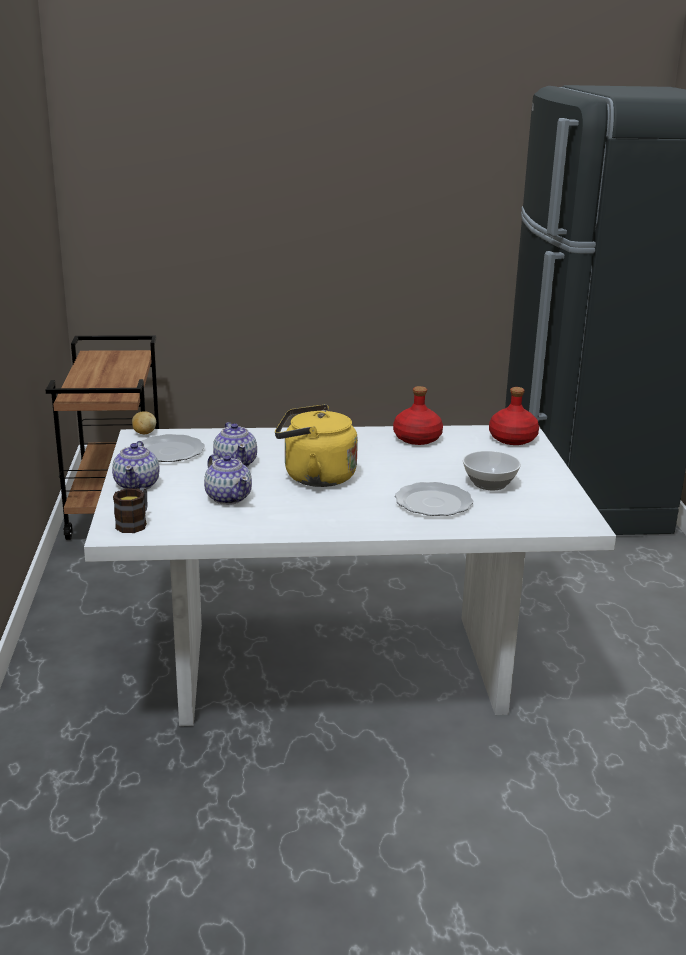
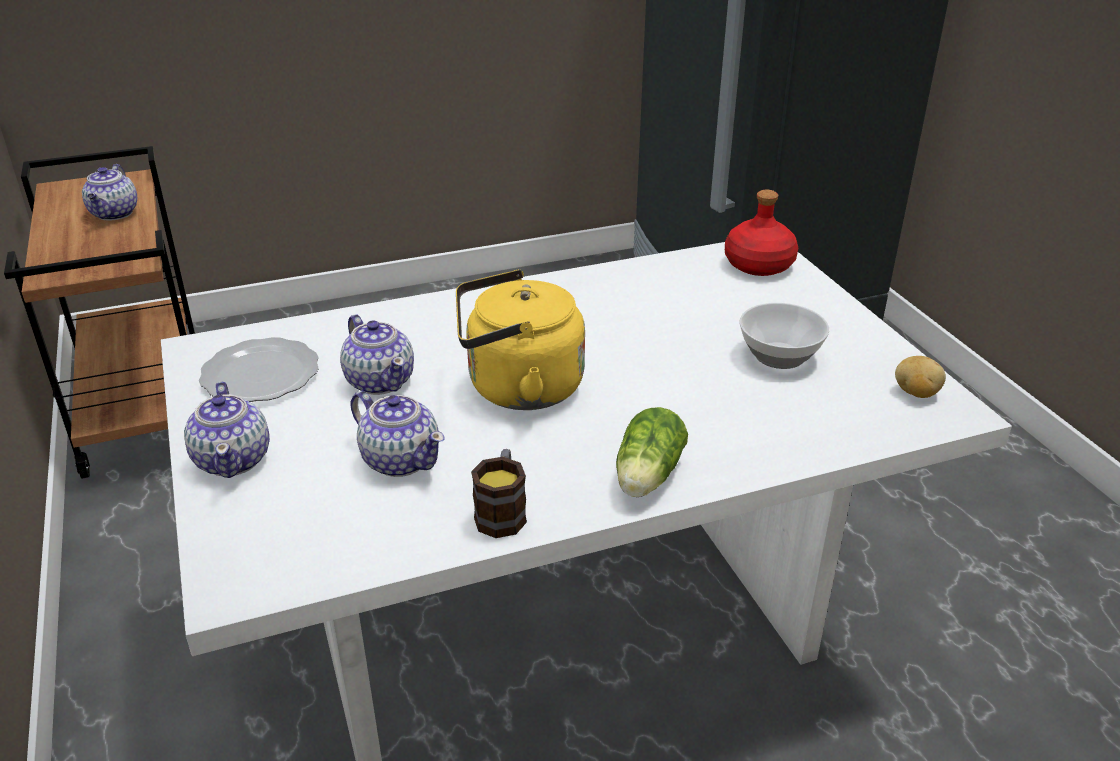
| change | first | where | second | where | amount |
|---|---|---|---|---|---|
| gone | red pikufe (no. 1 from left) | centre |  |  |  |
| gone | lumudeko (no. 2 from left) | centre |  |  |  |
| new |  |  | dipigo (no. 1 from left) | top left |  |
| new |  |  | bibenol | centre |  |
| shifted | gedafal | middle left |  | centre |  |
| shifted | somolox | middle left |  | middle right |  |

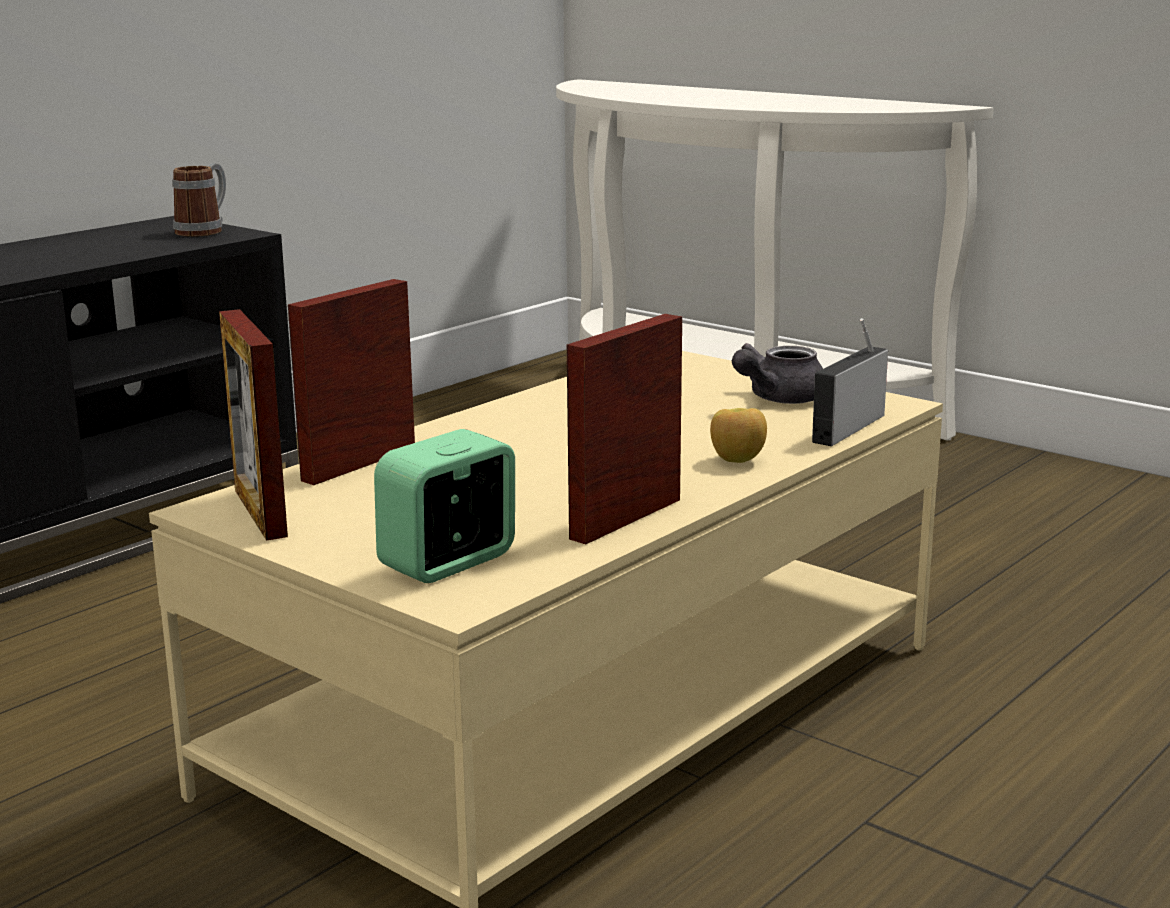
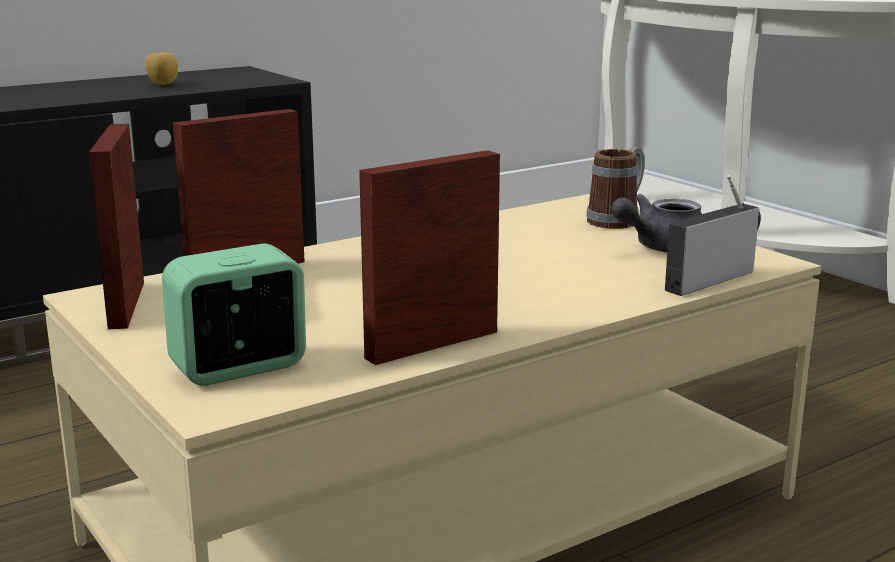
| change | first | where | second | where | amount |
|---|---|---|---|---|---|
| shifted | gedafal | top left |  | middle right |  |
| shifted | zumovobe | centre |  | top left |  |

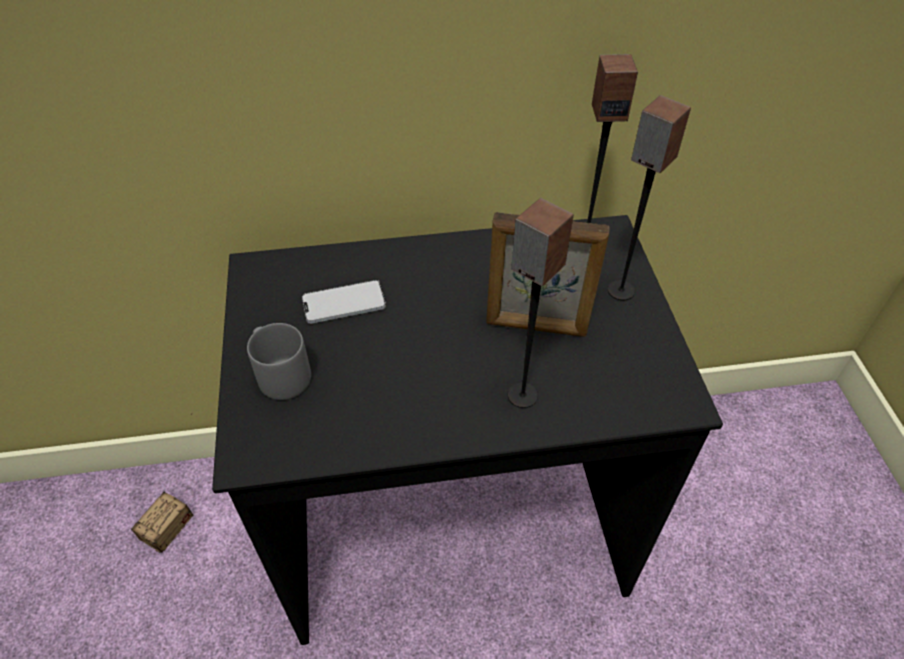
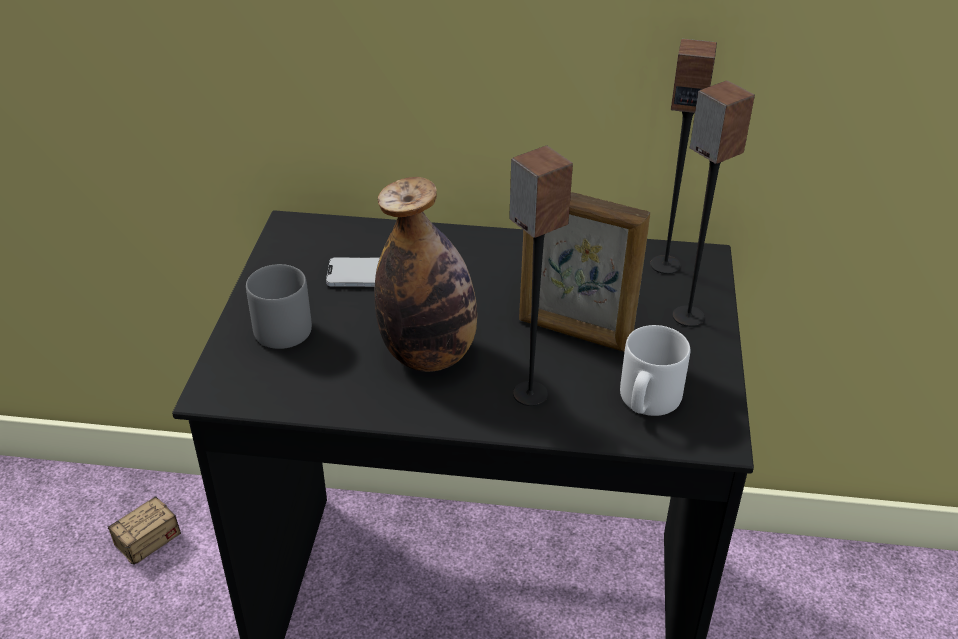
| change | first | where | second | where | amount |
|---|---|---|---|---|---|
| new |  |  | pikufe | centre |  |
| new |  |  | grey gedafal (no. 2 from left) | middle right |  |

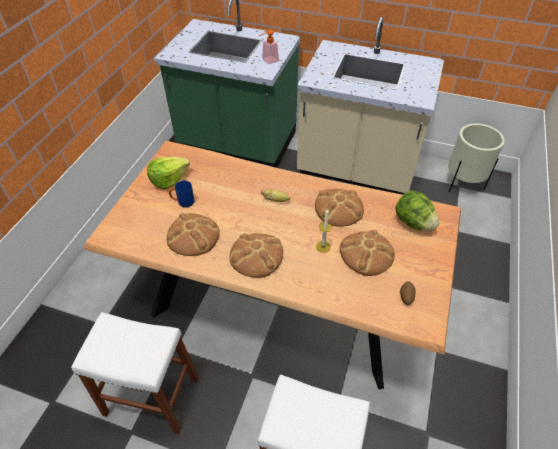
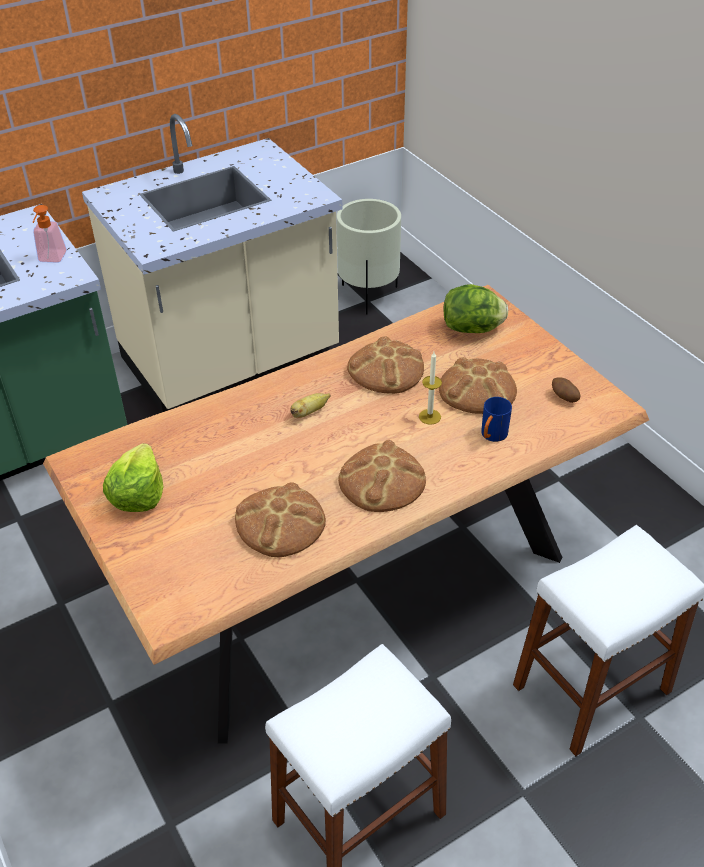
| change | first | where | second | where | amount |
|---|---|---|---|---|---|
| shifted | blue gedafal | middle left |  | middle right |  |

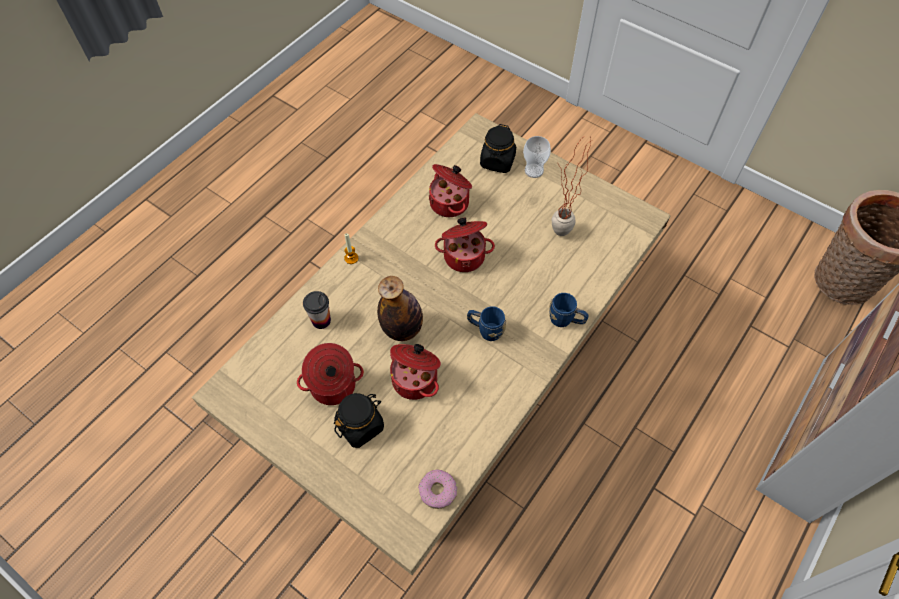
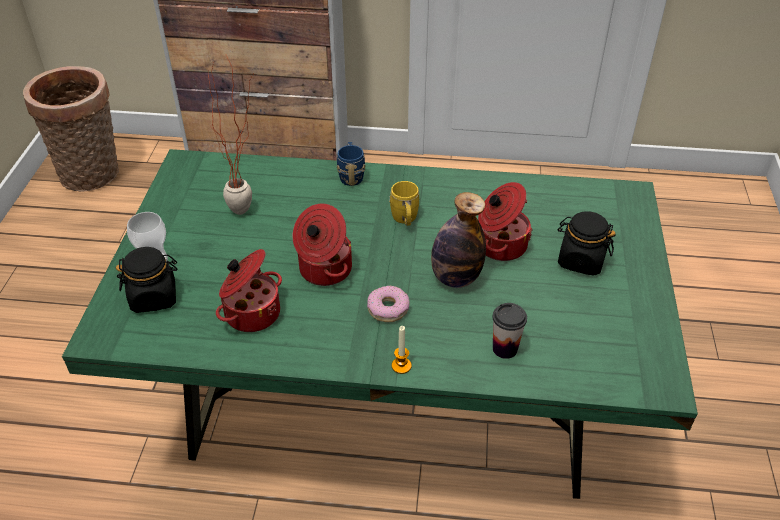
| change | first | where | second | where | amount |
|---|---|---|---|---|---|
| gone | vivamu (no. 1 from left) | centre |  |  |  |
| shifted | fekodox | bottom centre |  | centre |  |
| repainted | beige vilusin | centre | green vilusin | centre |  |
| repainted | blue gedafal (no. 1 from left) | centre | yellow gedafal | centre |  |

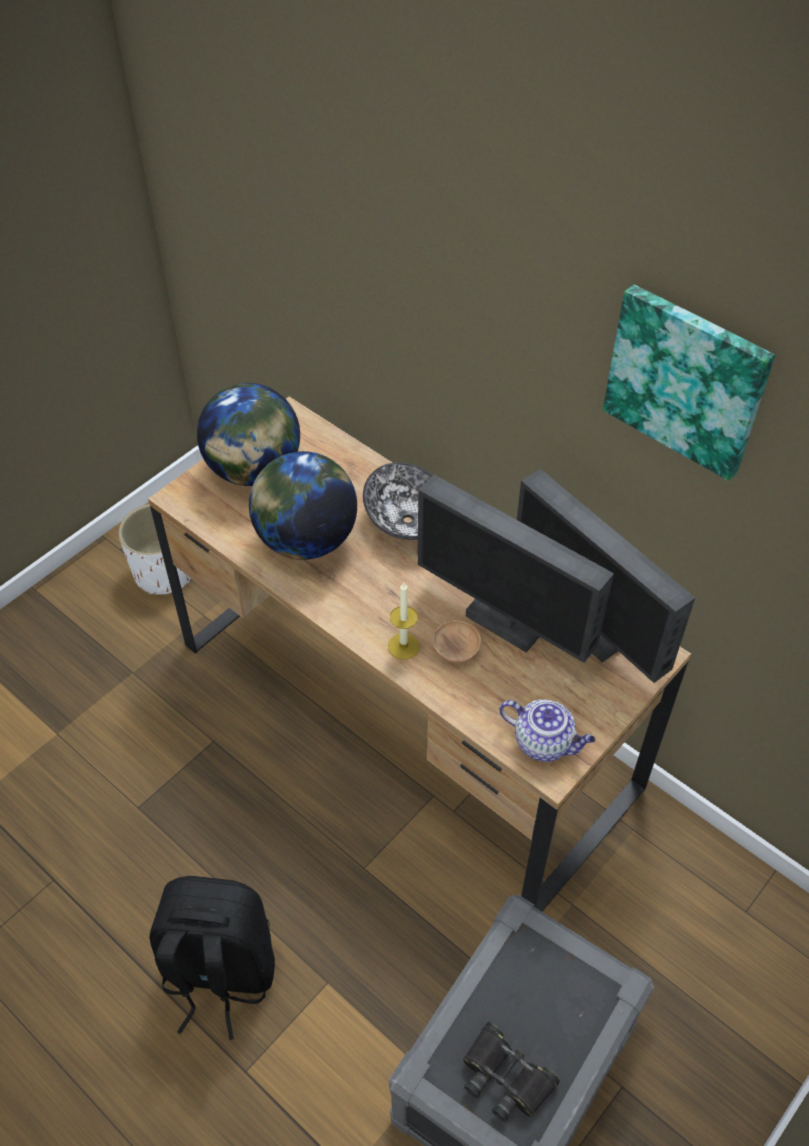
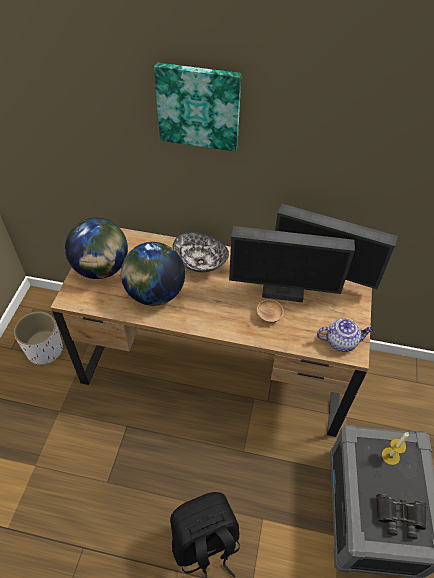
| change | first | where | second | where | amount |
|---|---|---|---|---|---|
| shifted | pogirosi | centre |  | bottom right |  |
| shifted | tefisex | middle right |  | top centre |  |

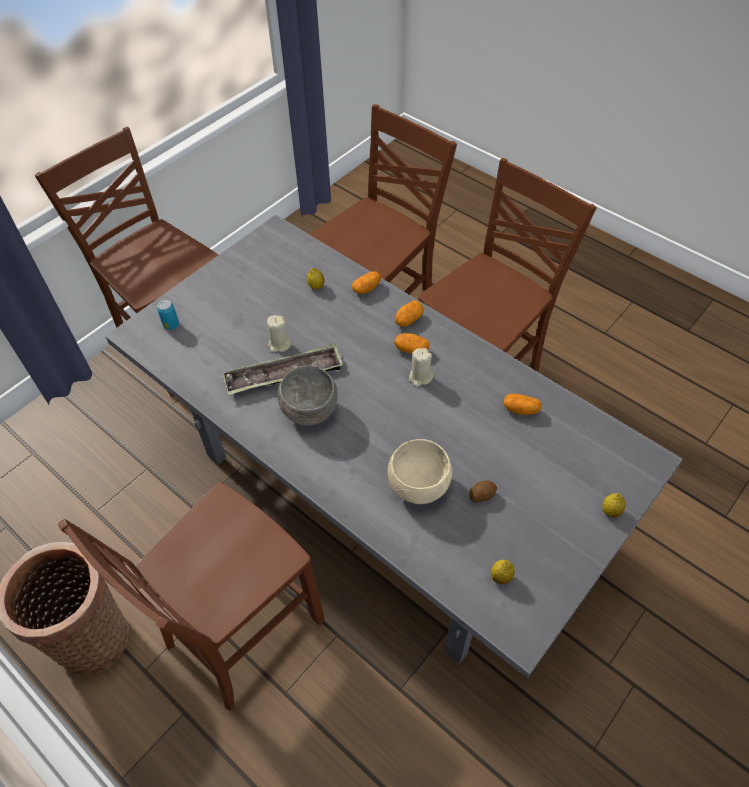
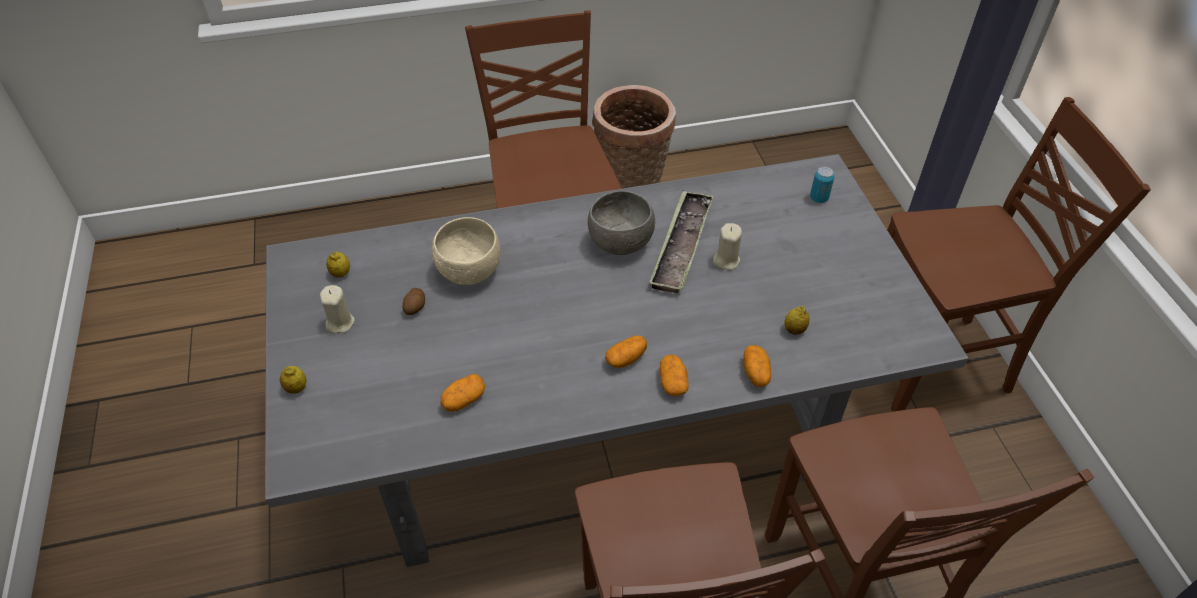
| change | first | where | second | where | amount |
|---|---|---|---|---|---|
| shifted | beige pogirosi (no. 2 from left in the first image) | centre | beige pogirosi (no. 1 from left) | middle left |  |

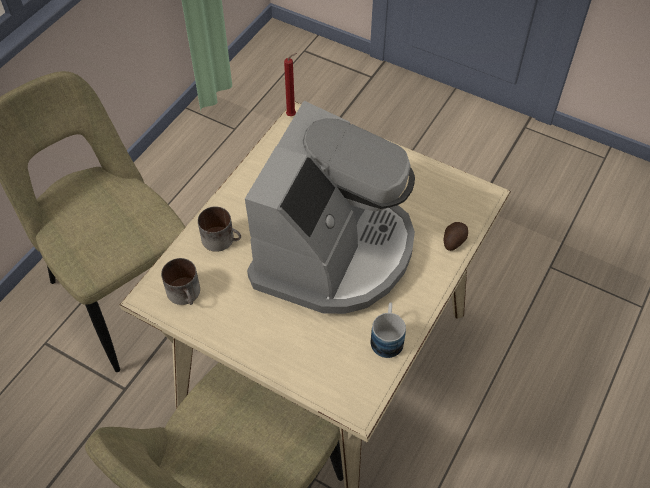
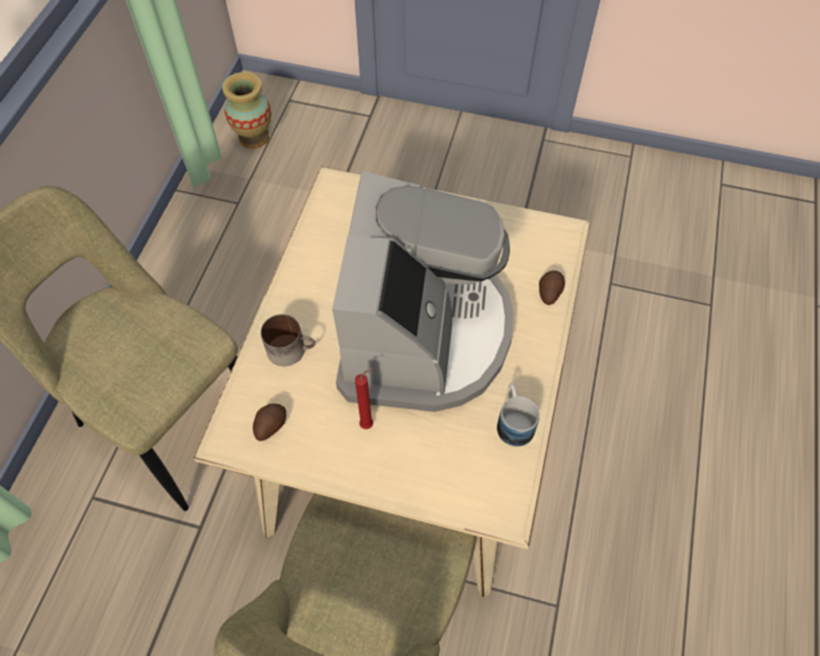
| change | first | where | second | where | amount |
|---|---|---|---|---|---|
| new |  |  | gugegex | top left |  |
| shifted | red pogirosi | top centre |  | centre |  |
| swapped | gedafal (no. 1 from left) | middle left | somolox (no. 1 from left) | middle left |  |

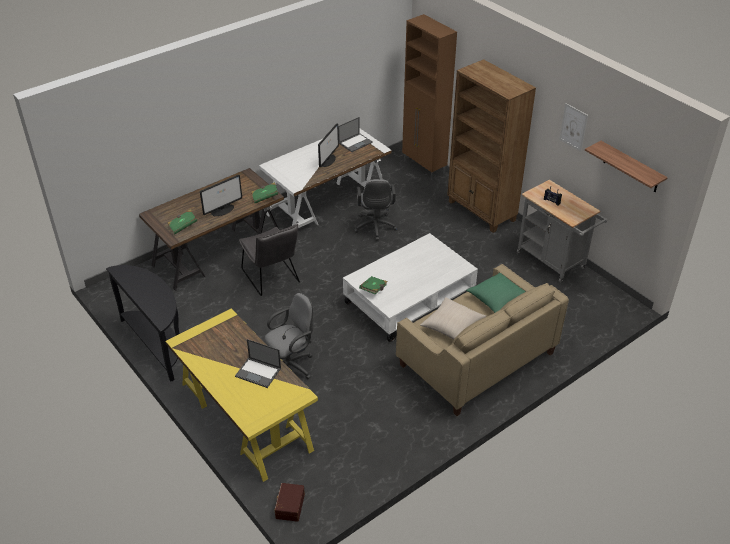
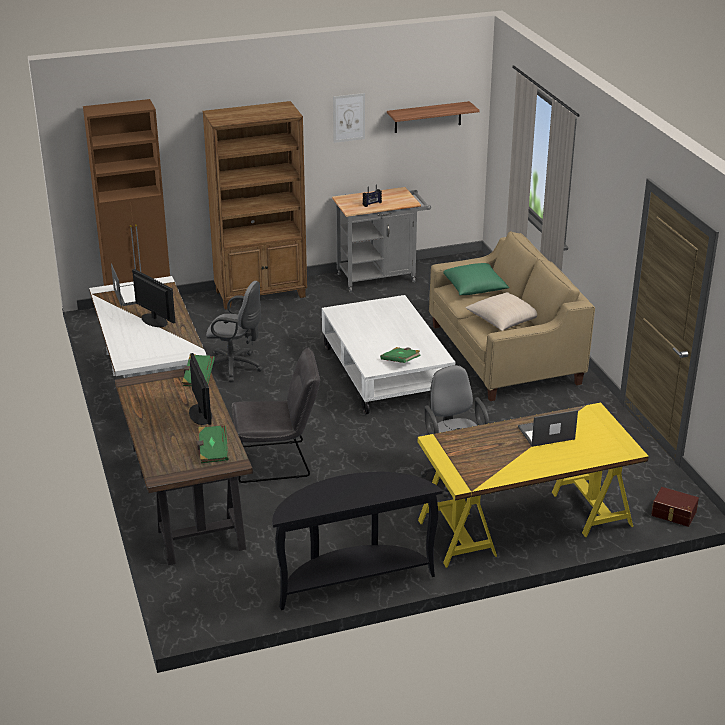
| change | first | where | second | where | amount |
|---|---|---|---|---|---|
| rotated | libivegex (no. 1 from left in the first image) | bottom centre | libivegex (no. 2 from left) | middle right | 150 degrees counterclockwise |

